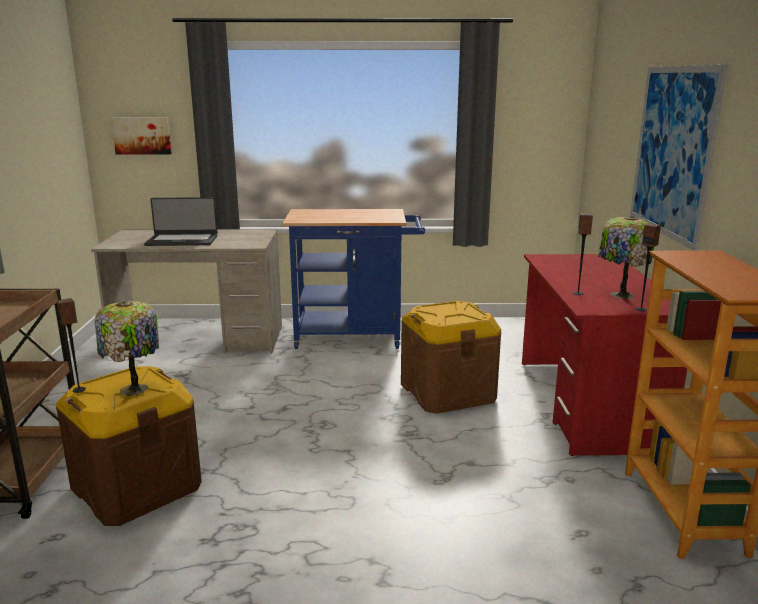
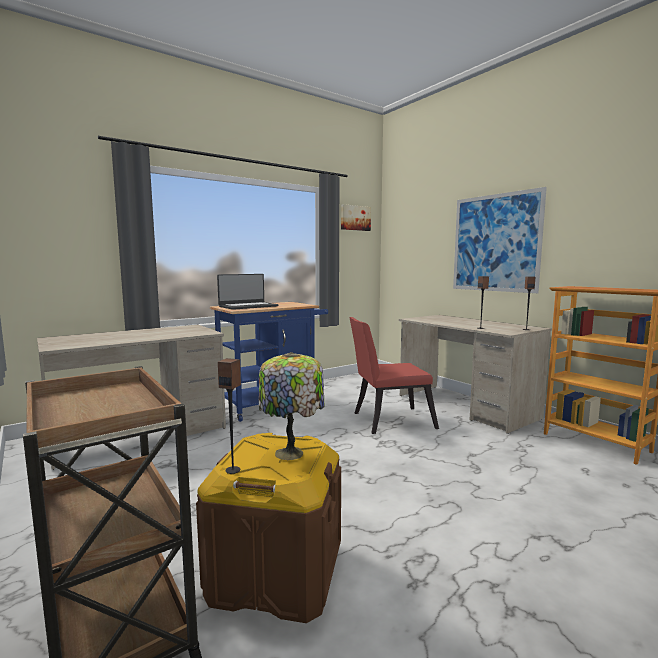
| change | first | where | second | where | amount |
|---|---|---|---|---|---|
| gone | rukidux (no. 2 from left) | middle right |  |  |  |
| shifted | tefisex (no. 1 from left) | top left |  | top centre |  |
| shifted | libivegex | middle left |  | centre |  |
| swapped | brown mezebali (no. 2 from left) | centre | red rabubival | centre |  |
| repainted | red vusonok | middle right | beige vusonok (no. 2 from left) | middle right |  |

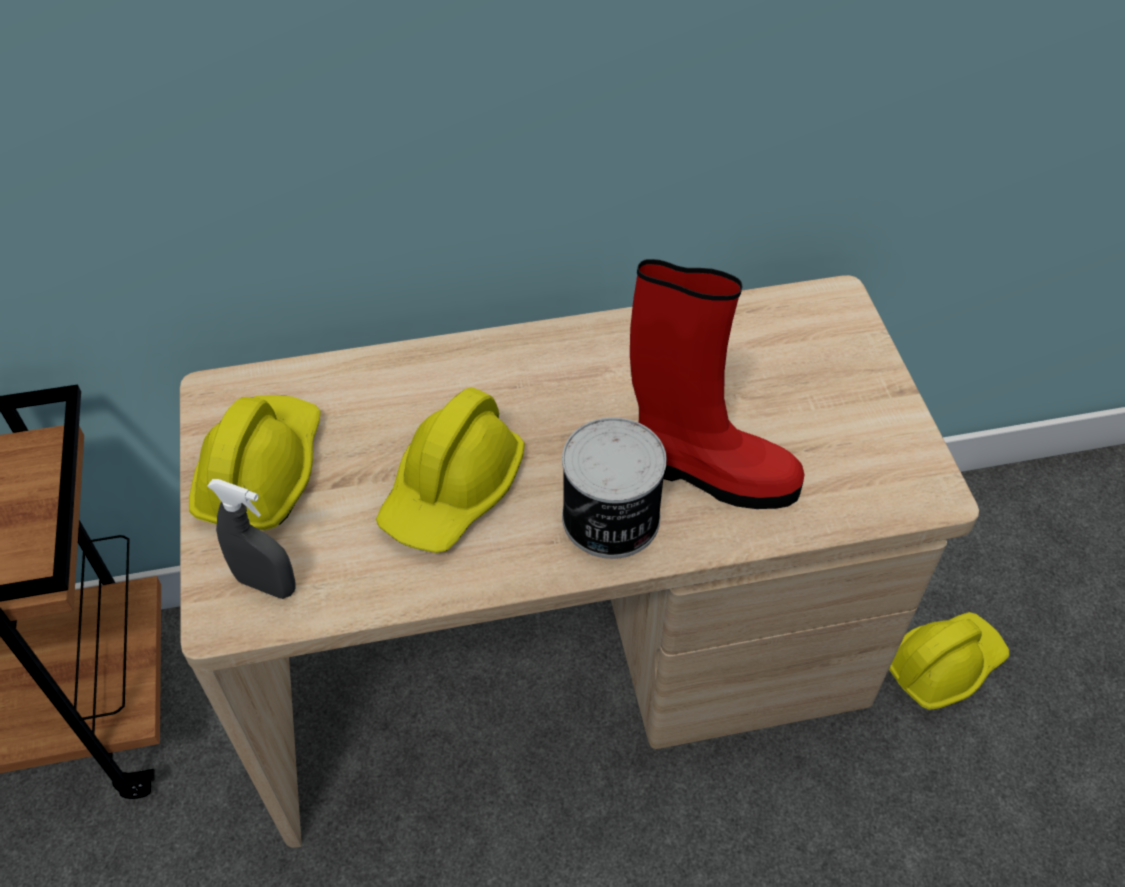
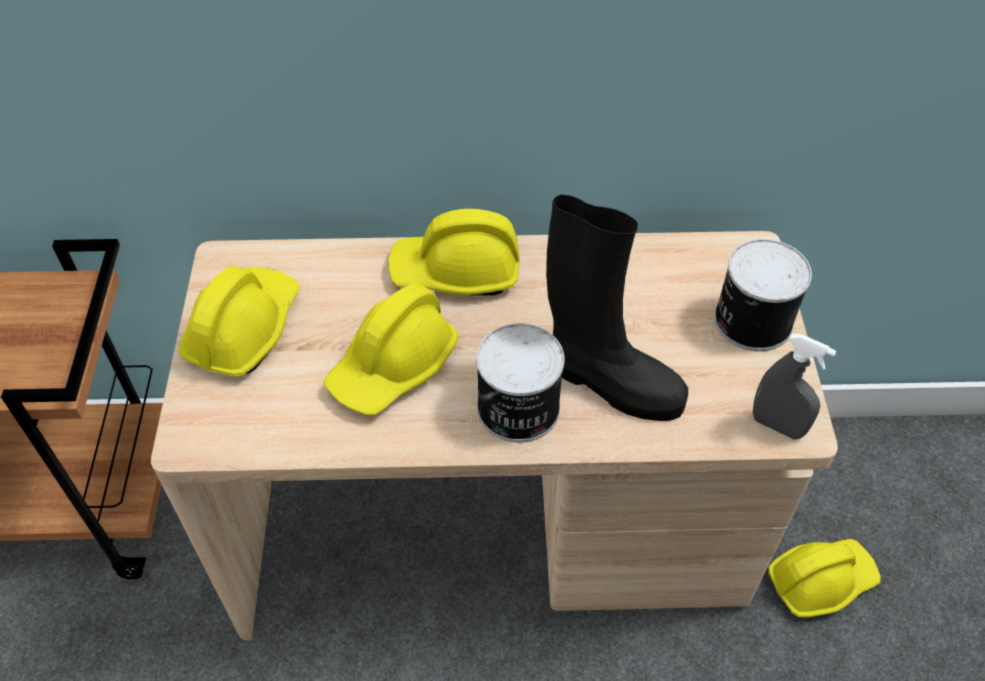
| change | first | where | second | where | amount |
|---|---|---|---|---|---|
| new |  |  | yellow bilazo (no. 3 from left) | centre |  |
| new |  |  | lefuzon (no. 2 from left) | middle right |  |
| shifted | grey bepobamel | middle left |  | middle right |  |
| repainted | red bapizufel | centre | black bapizufel | centre |  |

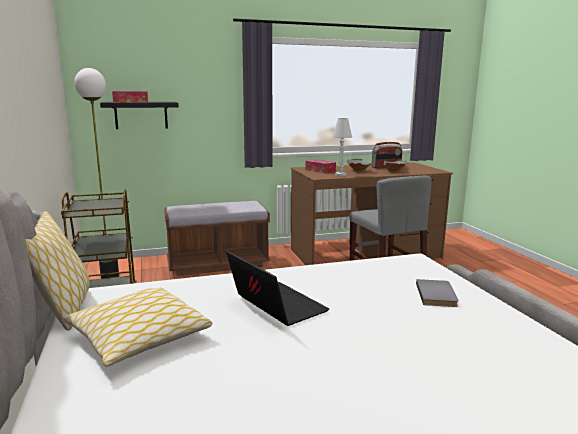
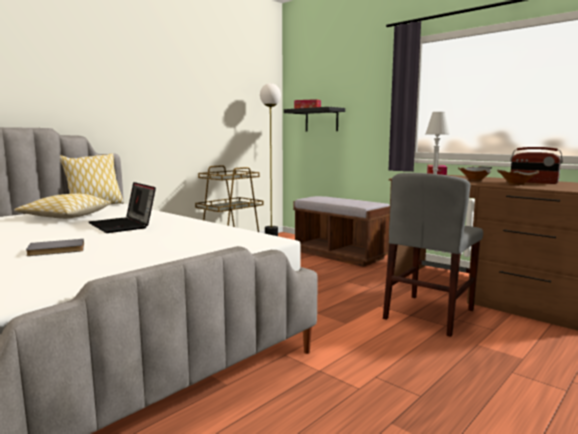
| change | first | where | second | where | amount |
|---|---|---|---|---|---|
| shifted | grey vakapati | bottom right |  | middle left |  |
| rotated | libivegex | centre |  | middle left | 120 degrees clockwise |

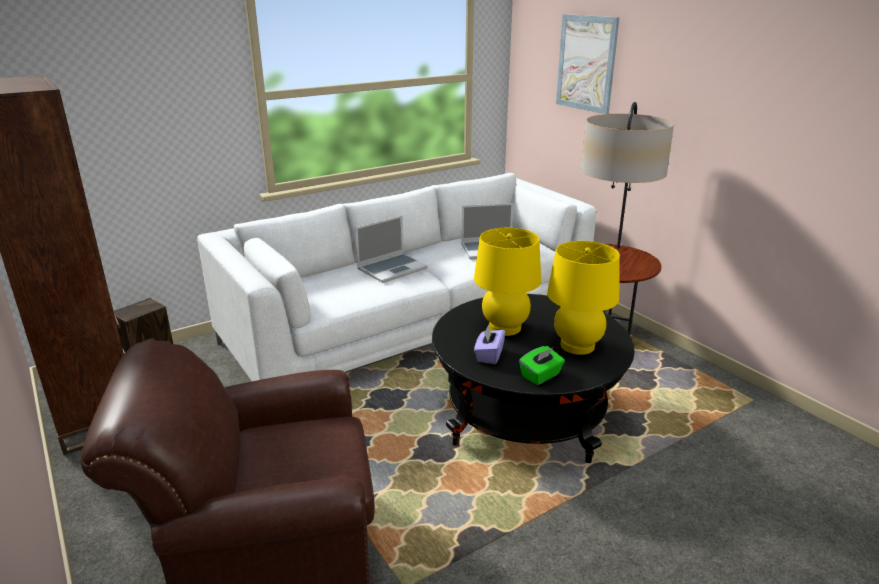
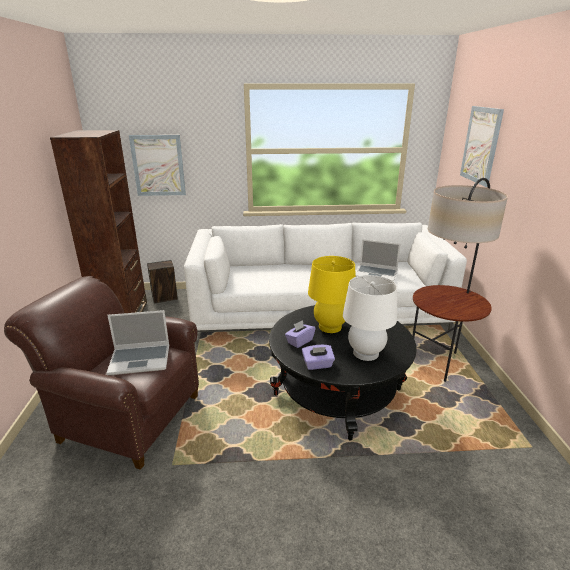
| change | first | where | second | where | amount |
|---|---|---|---|---|---|
| new |  |  | tefisex (no. 1 from left) | top left |  |
| shifted | libivegex (no. 1 from left) | centre |  | middle left |  |
| repainted | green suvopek | centre | purple suvopek (no. 2 from left) | centre |  |
| repainted | yellow rukidux (no. 2 from left) | centre | white rukidux | centre |  |

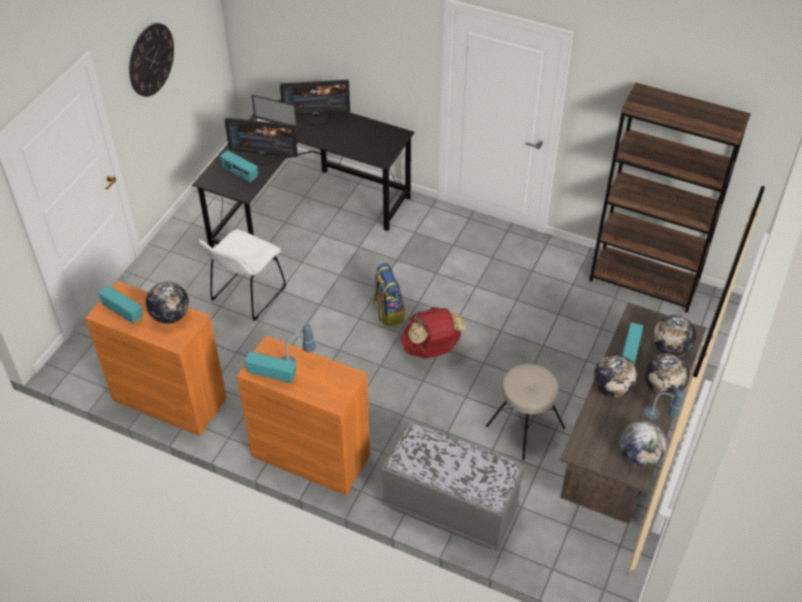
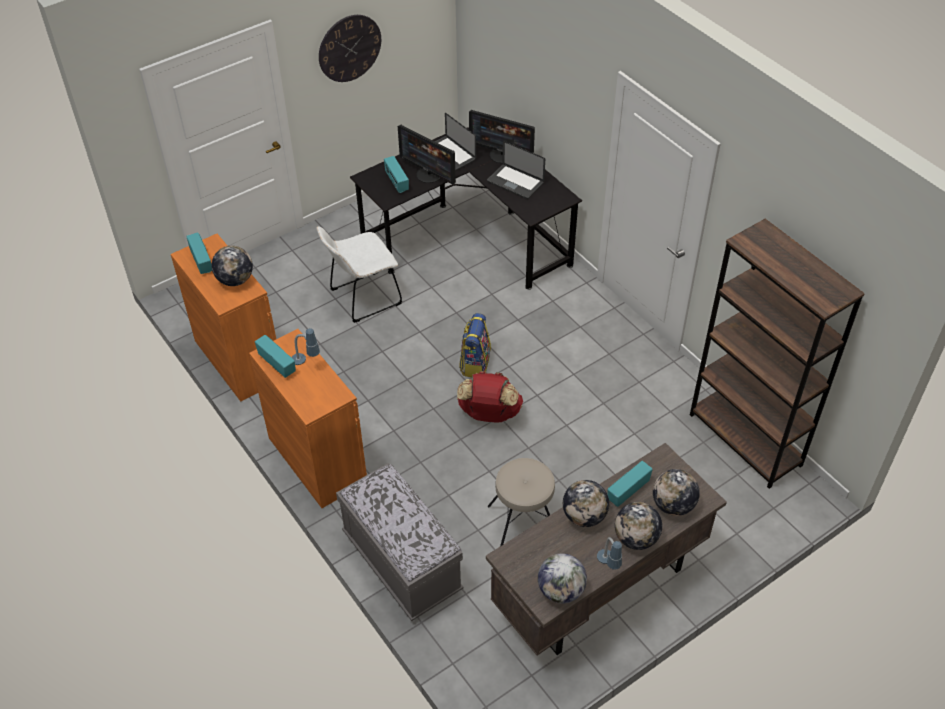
| change | first | where | second | where | amount |
|---|---|---|---|---|---|
| new |  |  | libivegex (no. 2 from left) | top centre |  |

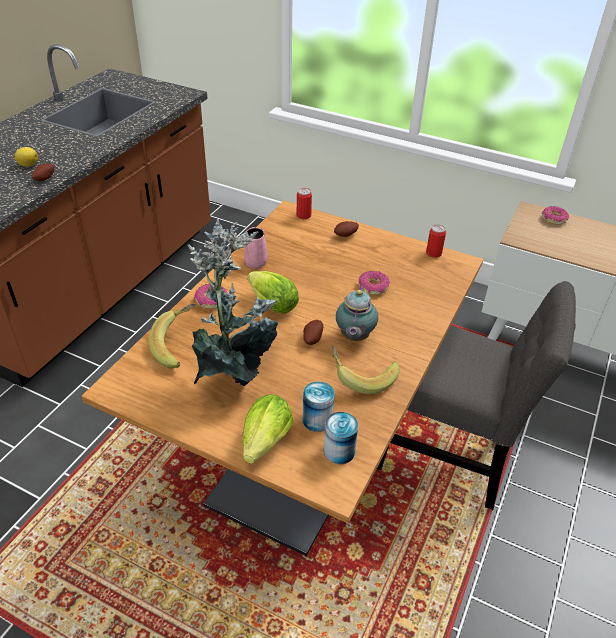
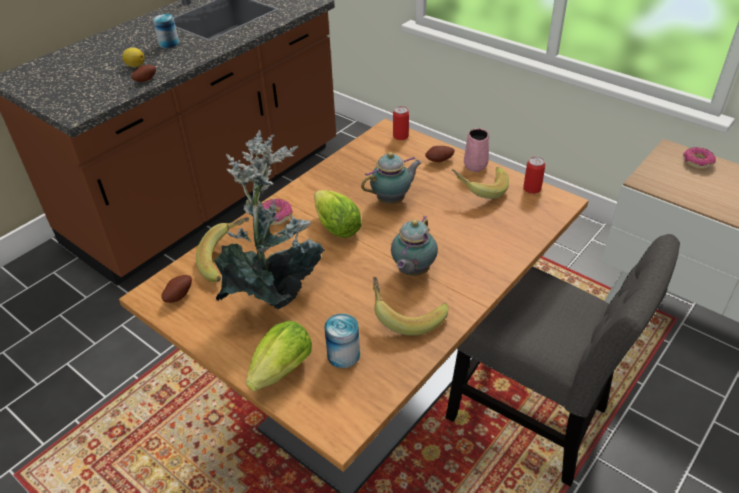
| change | first | where | second | where | amount |
|---|---|---|---|---|---|
| gone | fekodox (no. 2 from left) | centre |  |  |  |
| new |  |  | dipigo (no. 1 from left) | centre |  |
| new |  |  | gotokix (no. 3 from left) | centre |  |
| shifted | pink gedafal | centre |  | top centre |  |
| shifted | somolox (no. 2 from left) | centre |  | middle left |  |
| shifted | lefuzon (no. 3 from left in the first image) | bottom centre | lefuzon (no. 1 from left) | top left |  |

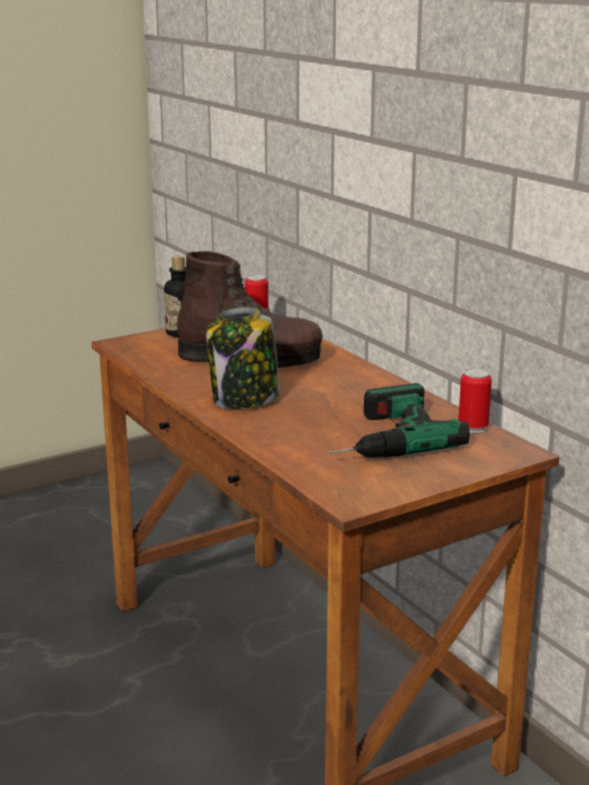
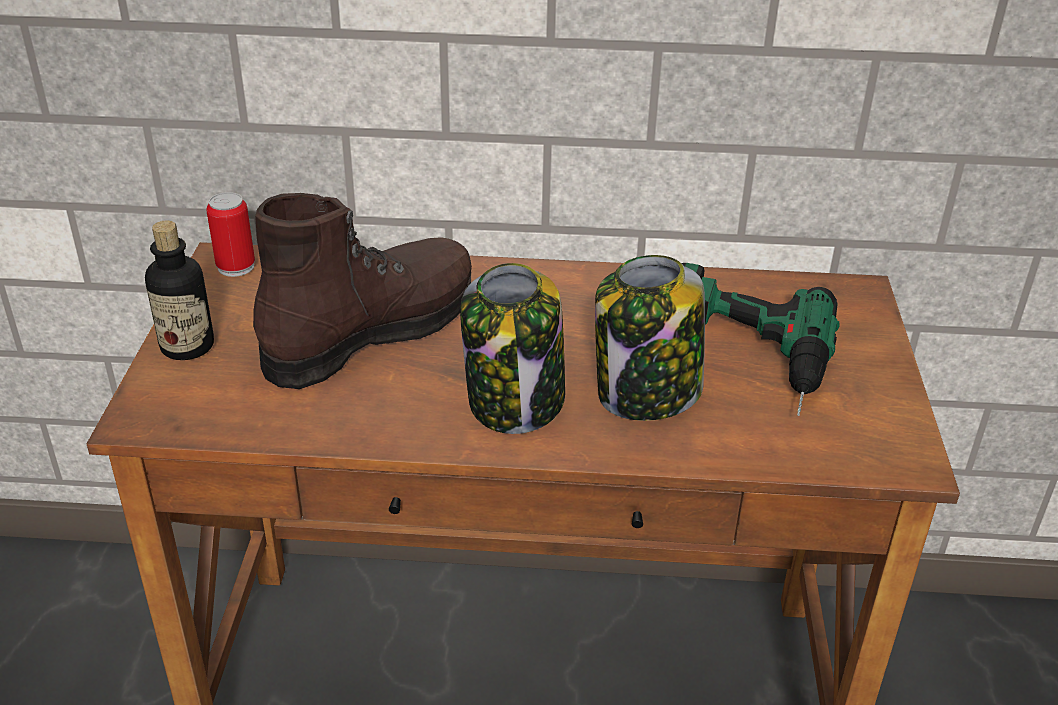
| change | first | where | second | where | amount |
|---|---|---|---|---|---|
| gone | lefuzon (no. 2 from left) | middle right |  |  |  |
| new |  |  | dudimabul (no. 2 from left) | centre |  |

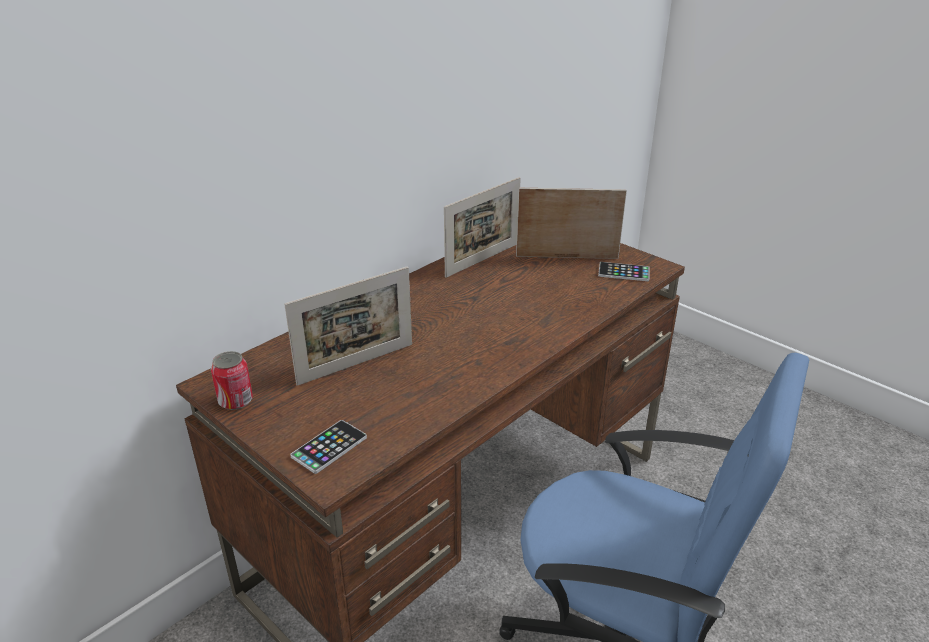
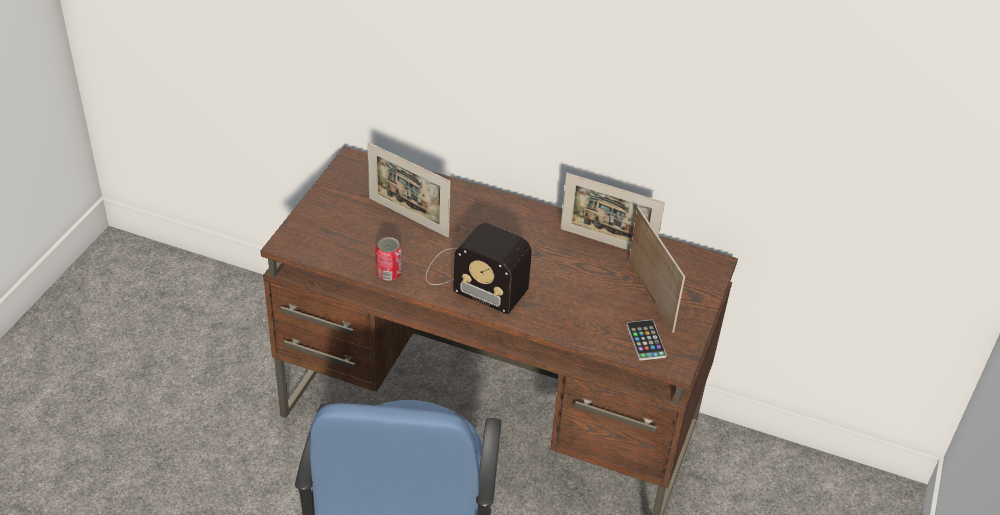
| change | first | where | second | where | amount |
|---|---|---|---|---|---|
| gone | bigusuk (no. 1 from left) | bottom centre |  |  |  |
| new |  |  | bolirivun | centre |  |
| shifted | lefuzon | middle left |  | centre |  |

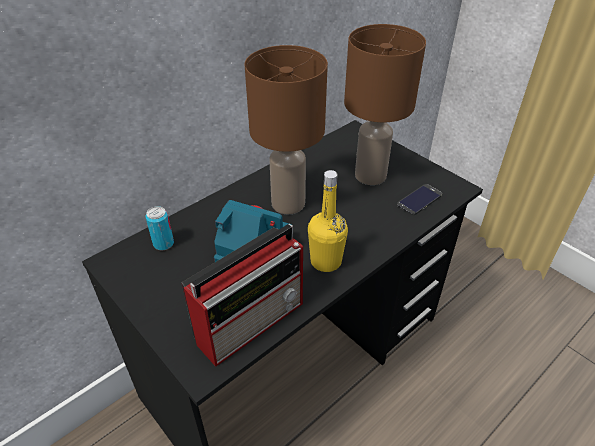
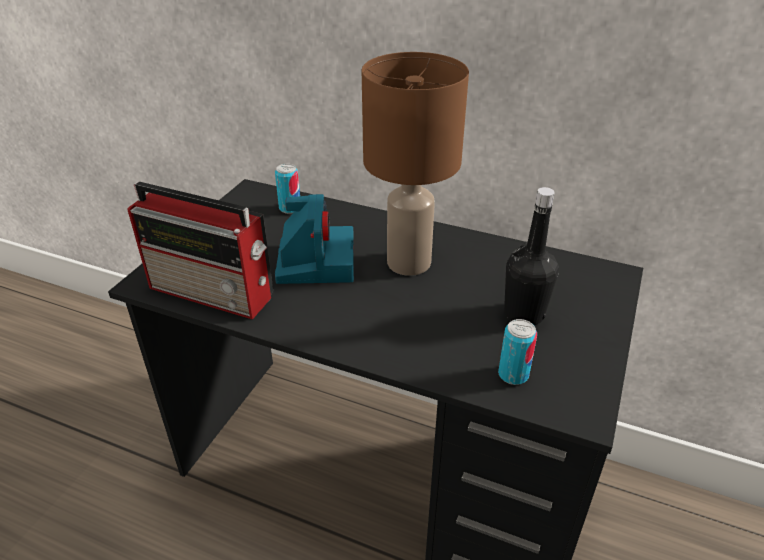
| change | first | where | second | where | amount |
|---|---|---|---|---|---|
| gone | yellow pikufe | centre |  |  |  |
| swapped | brown rukidux (no. 2 from left) | top centre | black pikufe | middle right |  |
| swapped | bigusuk | middle right | lefuzon (no. 2 from left) | middle right |  |

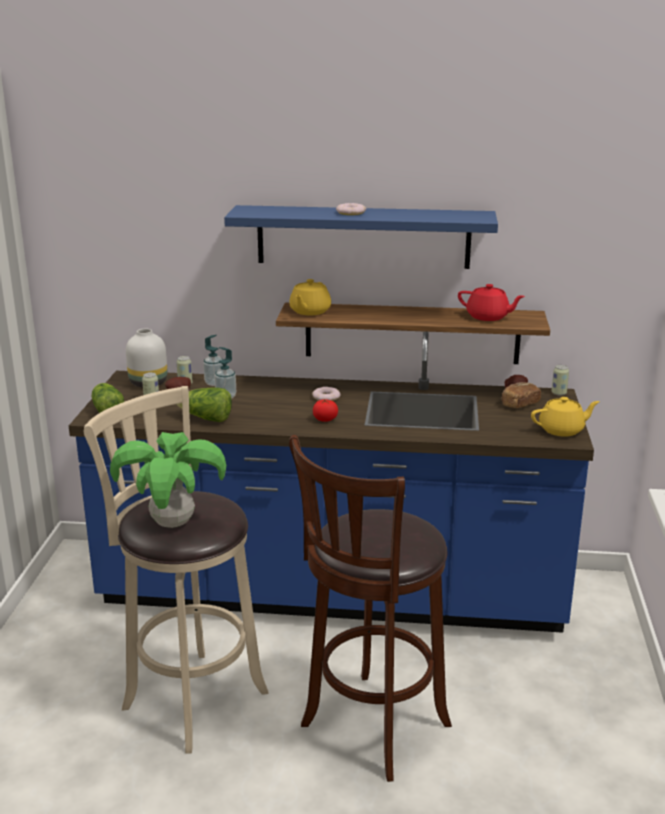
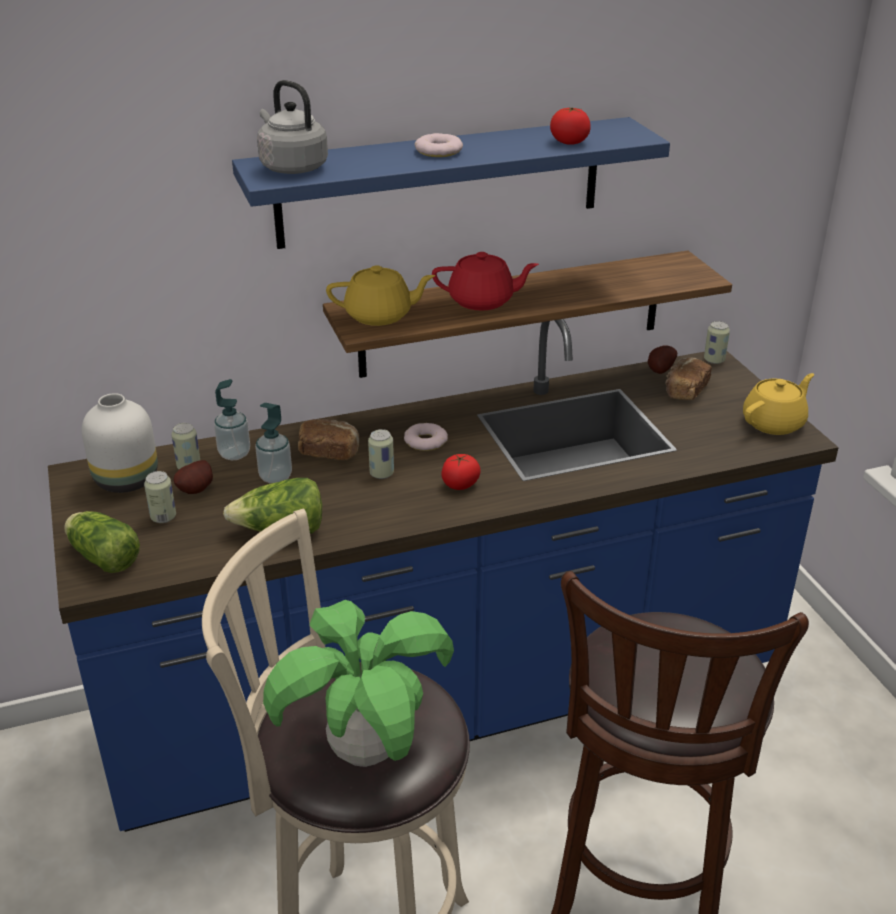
| change | first | where | second | where | amount |
|---|---|---|---|---|---|
| new |  |  | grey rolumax | top left |  |
| new |  |  | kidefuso (no. 1 from left) | centre |  |
| new |  |  | lefuzon (no. 3 from left) | centre |  |
| new |  |  | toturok (no. 2 from left) | top centre |  |
| shifted | red dipigo | middle right |  | top centre |  |
| rotated | yellow dipigo (no. 1 from left) | centre |  | top centre | 90 degrees counterclockwise |

